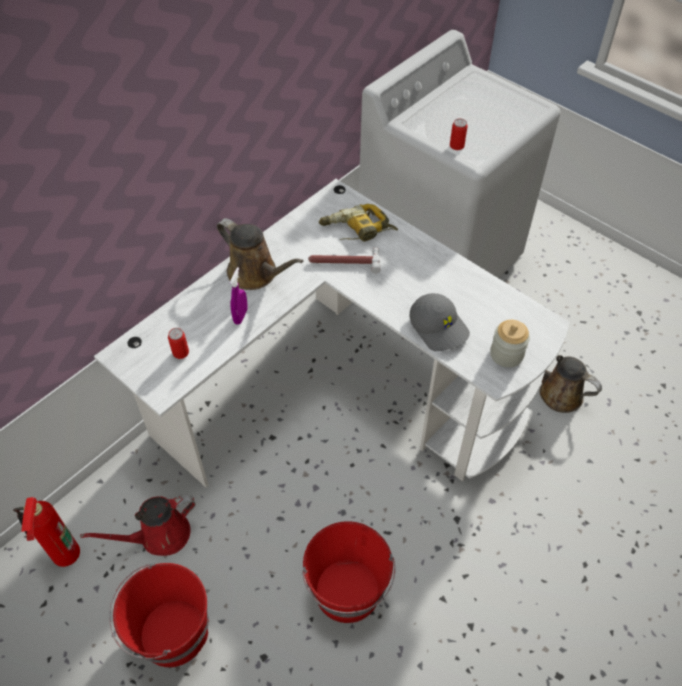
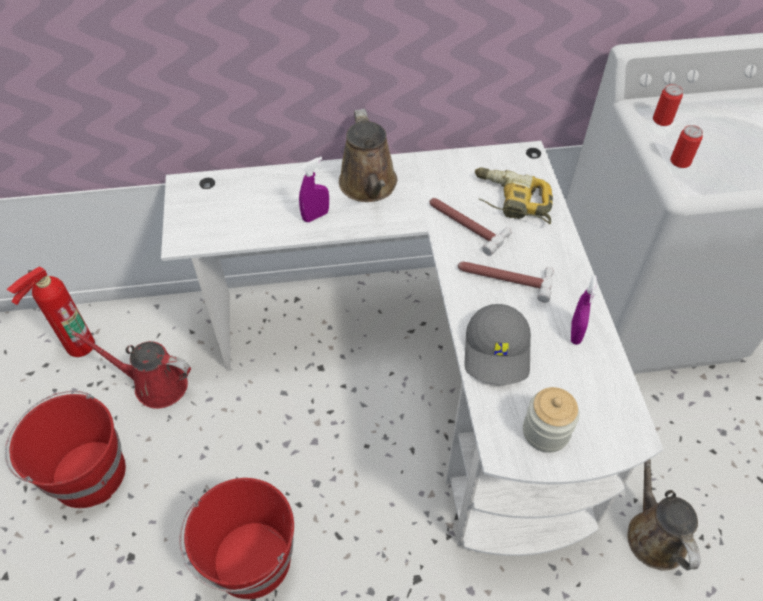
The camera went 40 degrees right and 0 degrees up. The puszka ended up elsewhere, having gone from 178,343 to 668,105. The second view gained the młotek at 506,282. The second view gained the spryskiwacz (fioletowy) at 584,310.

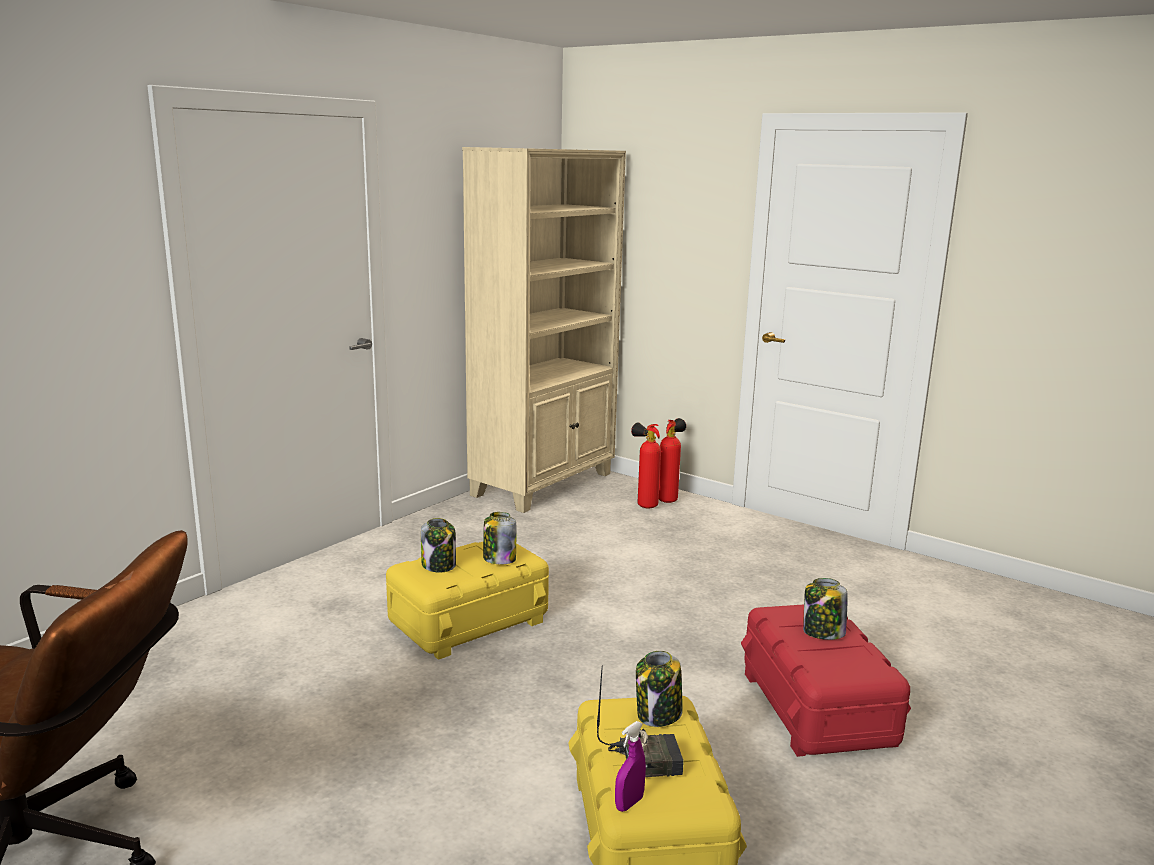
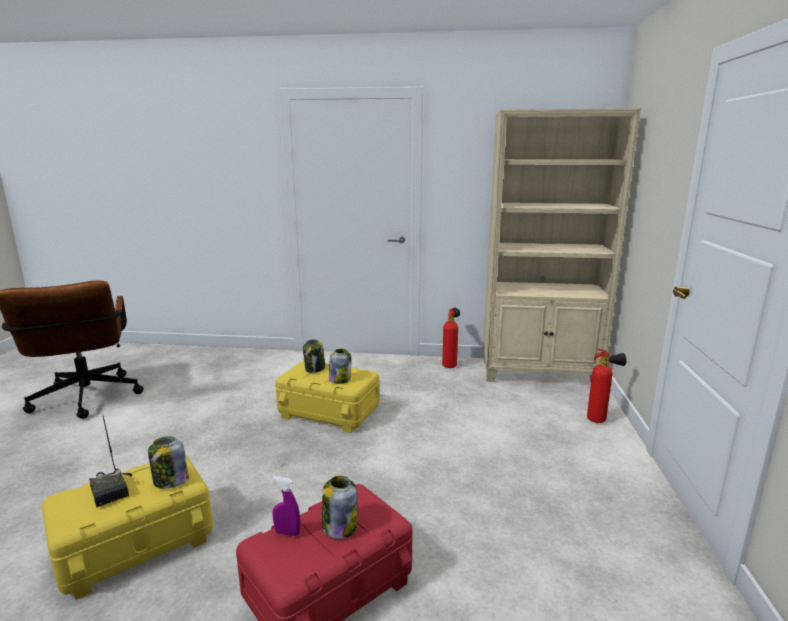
The camera went 60 degrees right and 0 degrees up. The gaśnica ended up elsewhere, having gone from 646,465 to 451,338. The spryskiwacz (fioletowy) ended up elsewhere, having gone from 630,766 to 286,506.

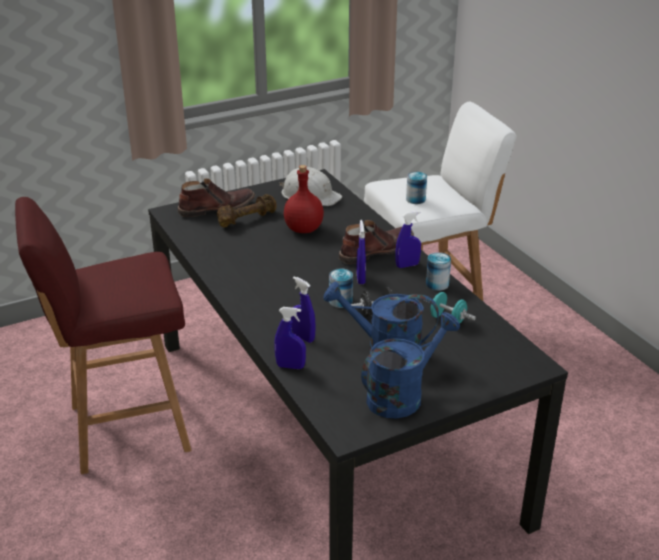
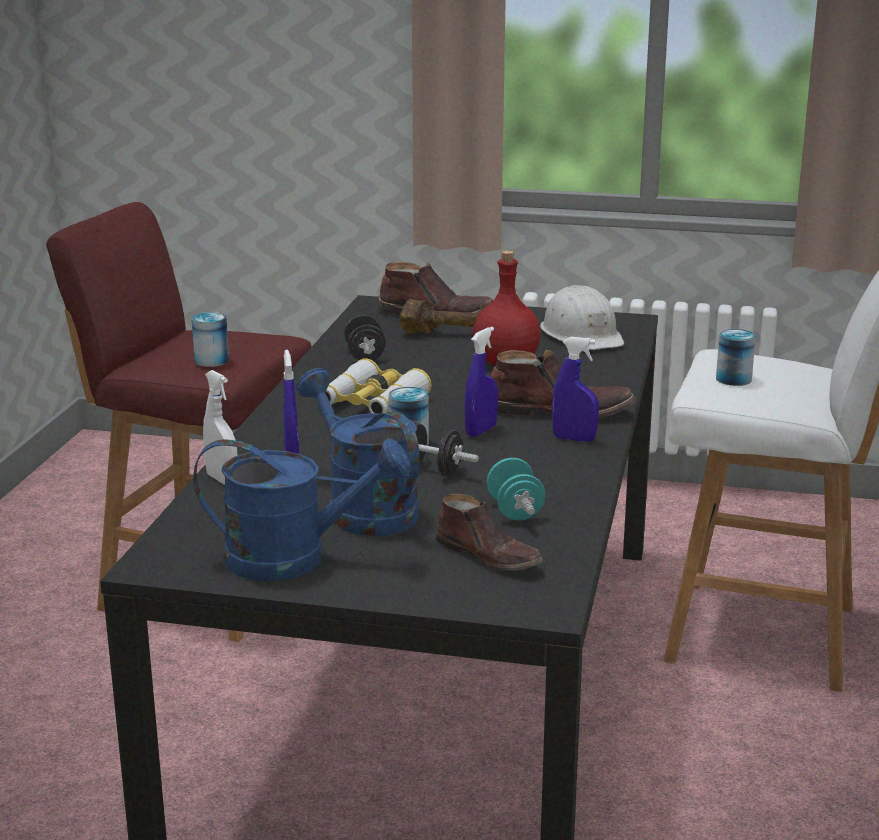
The camera went 40 degrees right and 10 degrees down. The puszka ended up elsewhere, having gone from 438,271 to 210,339. What was the spryskiwacz (niebieski) at 290,338 turned into the spryskiwacz (biały) at 220,427. The second view gained the hantel (czarny) at 365,337. The second view gained the lornetka at 379,386. The second view gained the but (brązowy) at 489,532.

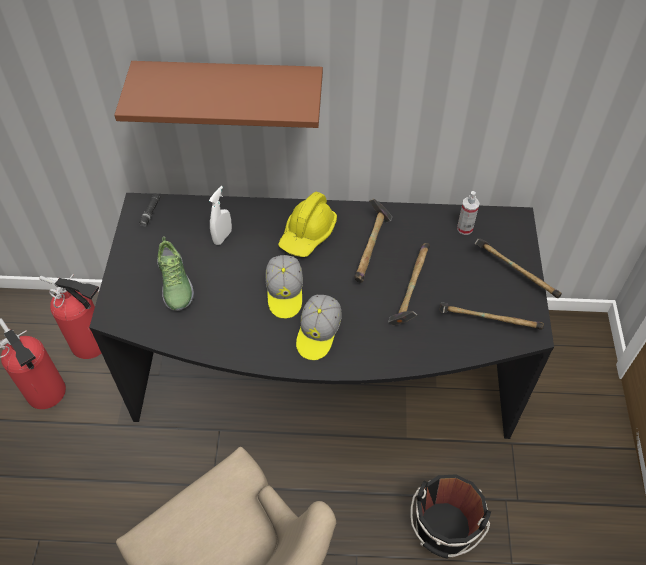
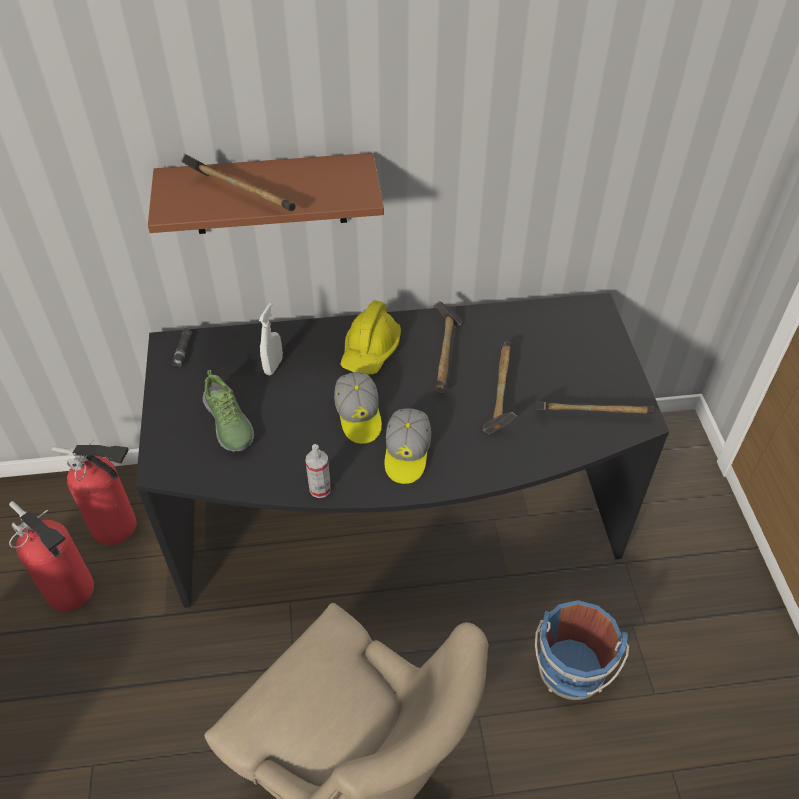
The camera went 10 degrees left and 5 degrees down. The spryskiwacz ended up elsewhere, having gone from 468,213 to 318,471. The młotek ended up elsewhere, having gone from 518,268 to 238,182. What was the wiadro (czarny) at 450,516 turned into the wiadro (niebieski) at 582,650.

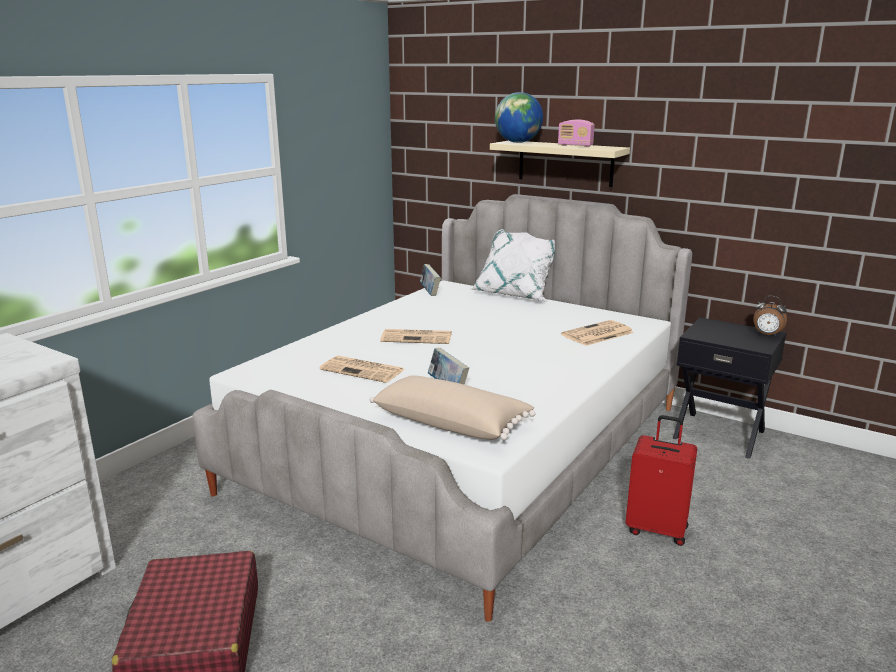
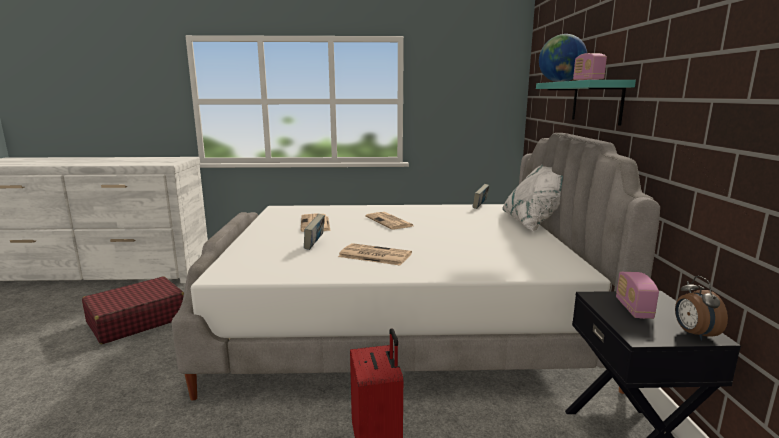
The camera went 55 degrees right and 5 degrees down. What was the półka (beżowy) at 560,164 turned into the półka (turkusowy) at 586,103. The gazeta ended up elsewhere, having gone from 597,333 to 375,254. The second view lost the poduszka (beżowy) at 453,407. The second view gained the radio at 637,295.

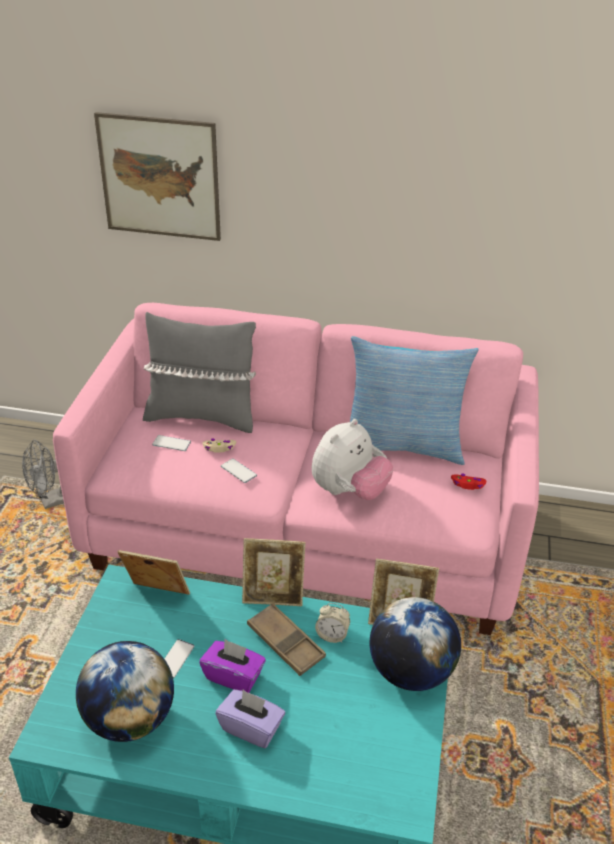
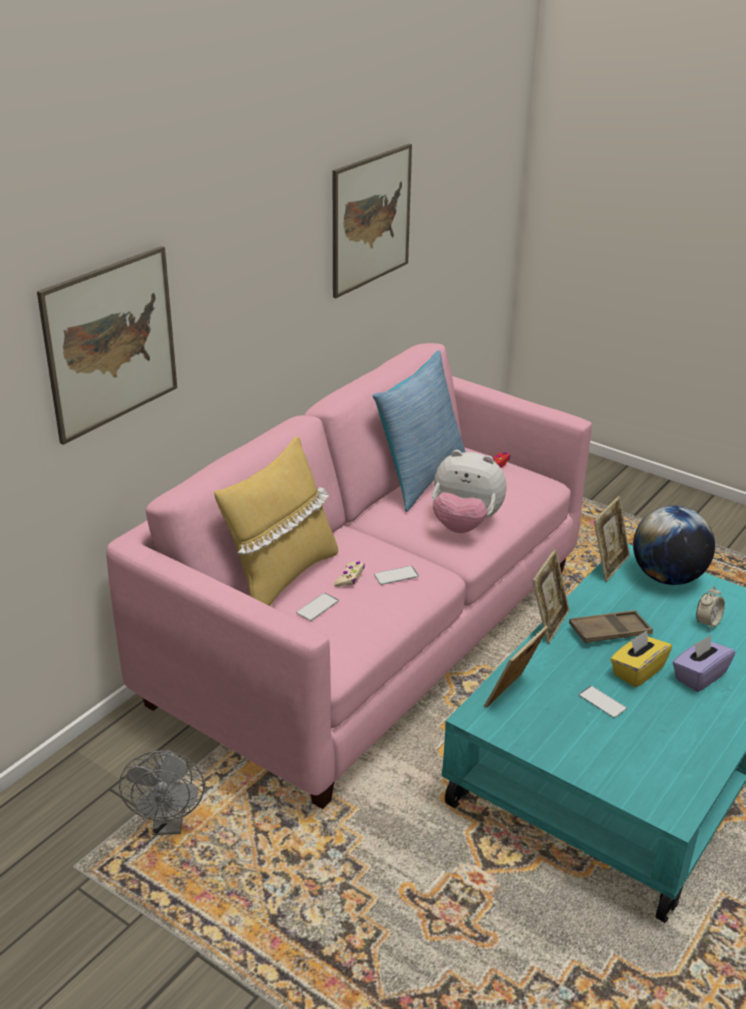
The camera went 65 degrees left and 5 degrees down. What was the poduszka (szary) at 199,372 turned into the poduszka (żółty) at 276,521. The pluszak at 352,459 ended up facing another way, 135 degrees clockwise from before. The budzik ended up elsewhere, having gone from 332,623 to 710,608. What was the pudełko chusteczek (fioletowy) at 233,666 turned into the pudełko chusteczek (żółty) at 641,658. The second view lost the globus at 125,691. The second view gained the obraz at 372,221.

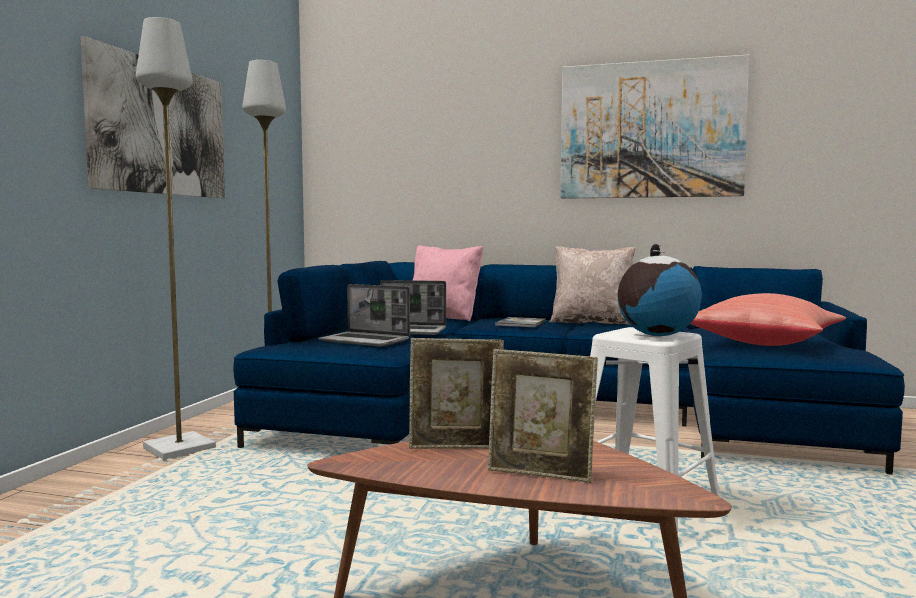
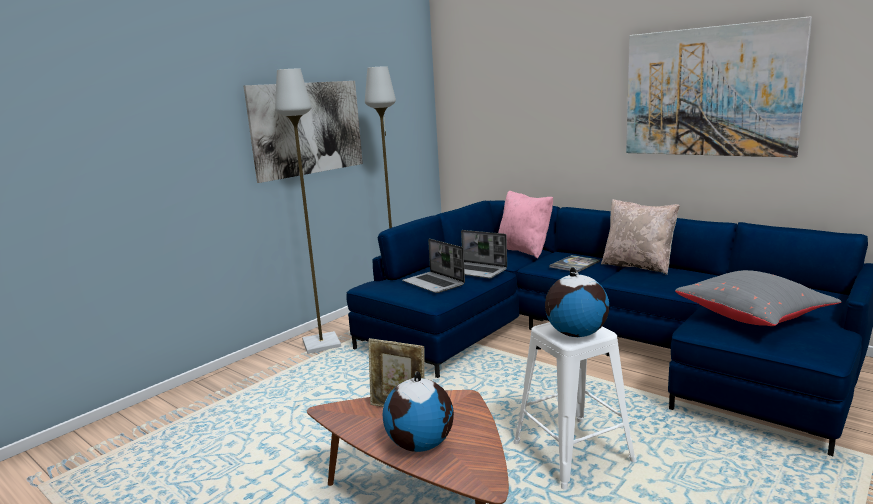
The camera went 25 degrees right and 10 degrees up. What was the poduszka (czerwony) at 768,319 turned into the poduszka (szary) at 758,298. Where the ramka na zdjęcie stood at 543,416, the globus came to stand at 418,411.

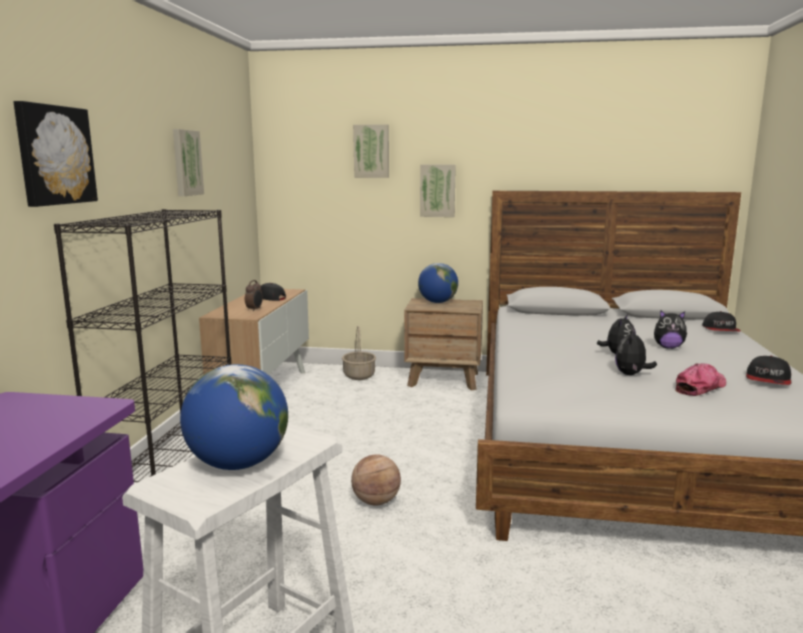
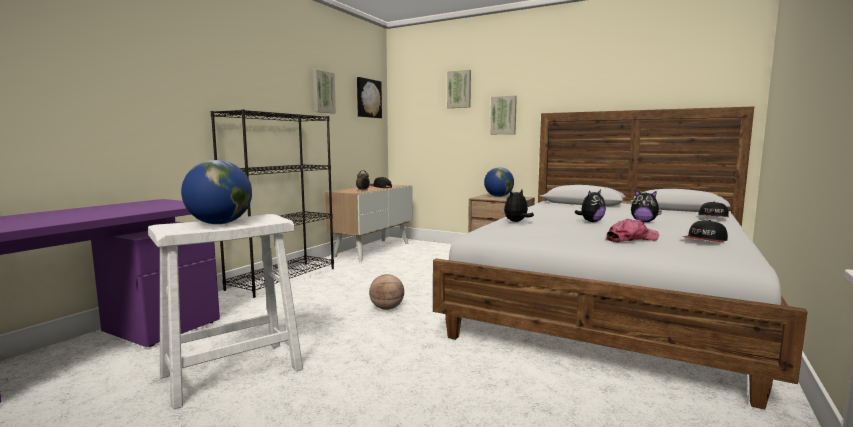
The camera went 20 degrees right and 5 degrees down. The obraz ended up elsewhere, having gone from 55,154 to 369,97. The second view lost the koszyk at 359,353. The pluszak ended up elsewhere, having gone from 636,351 to 519,206.

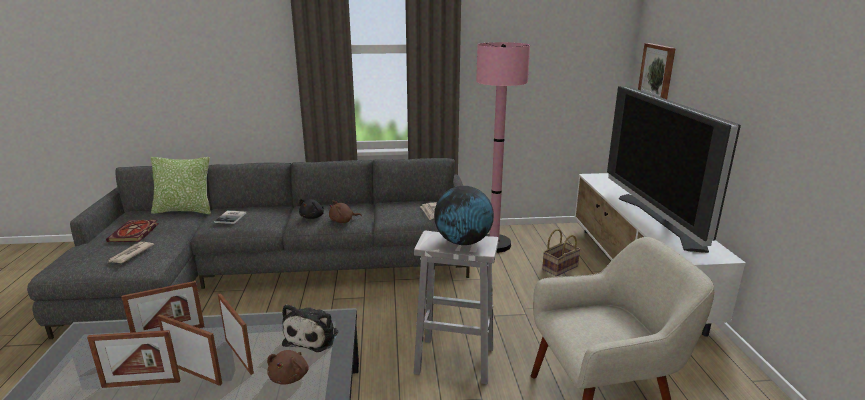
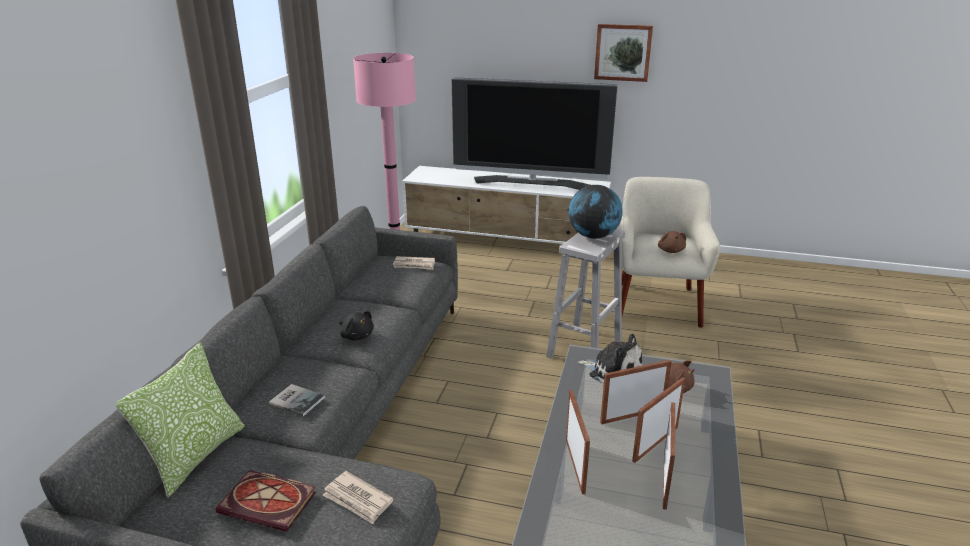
The camera went 70 degrees left and 5 degrees up. The obraz ended up elsewhere, having gone from 657,71 to 623,53. The pluszak (brązowy) ended up elsewhere, having gone from 345,211 to 672,242. The second view lost the koszyk at 561,253.

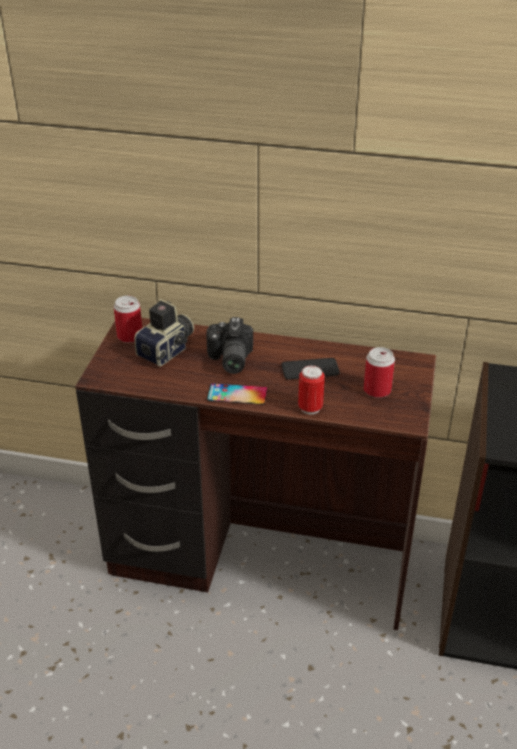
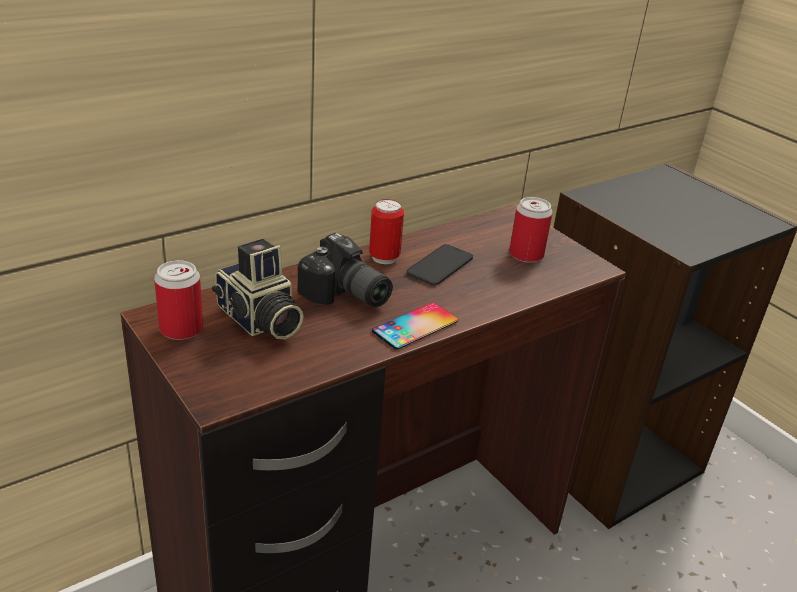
The camera went 50 degrees left and 5 degrees down. The aparat fotograficzny at 164,332 ended up facing another way, 150 degrees clockwise from before. The puszka ended up elsewhere, having gone from 311,390 to 386,231.

